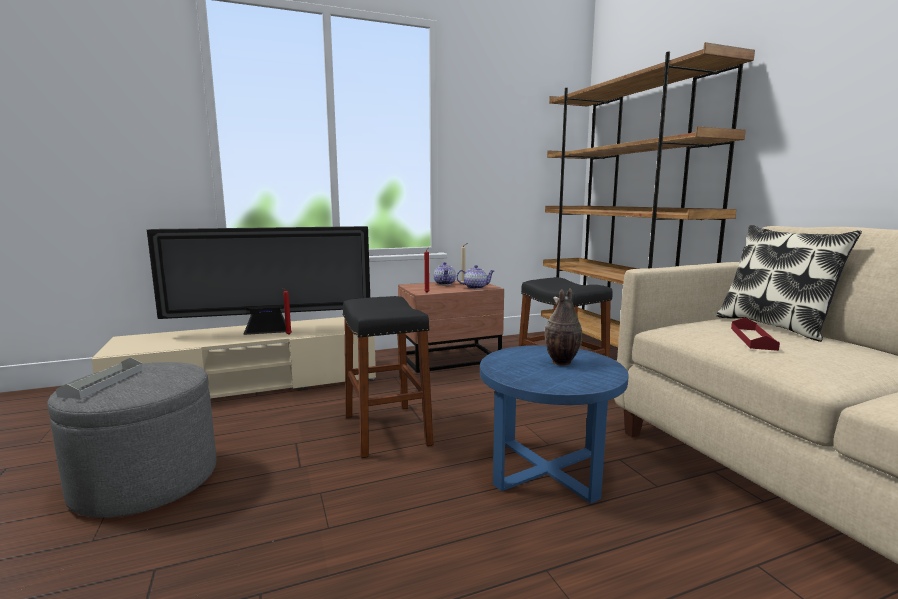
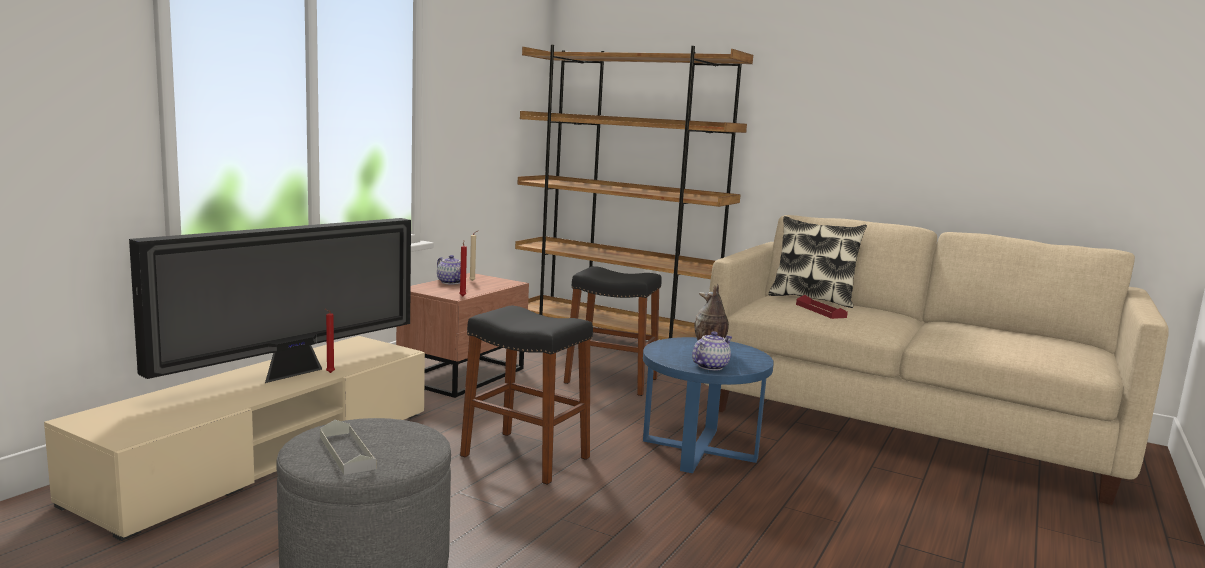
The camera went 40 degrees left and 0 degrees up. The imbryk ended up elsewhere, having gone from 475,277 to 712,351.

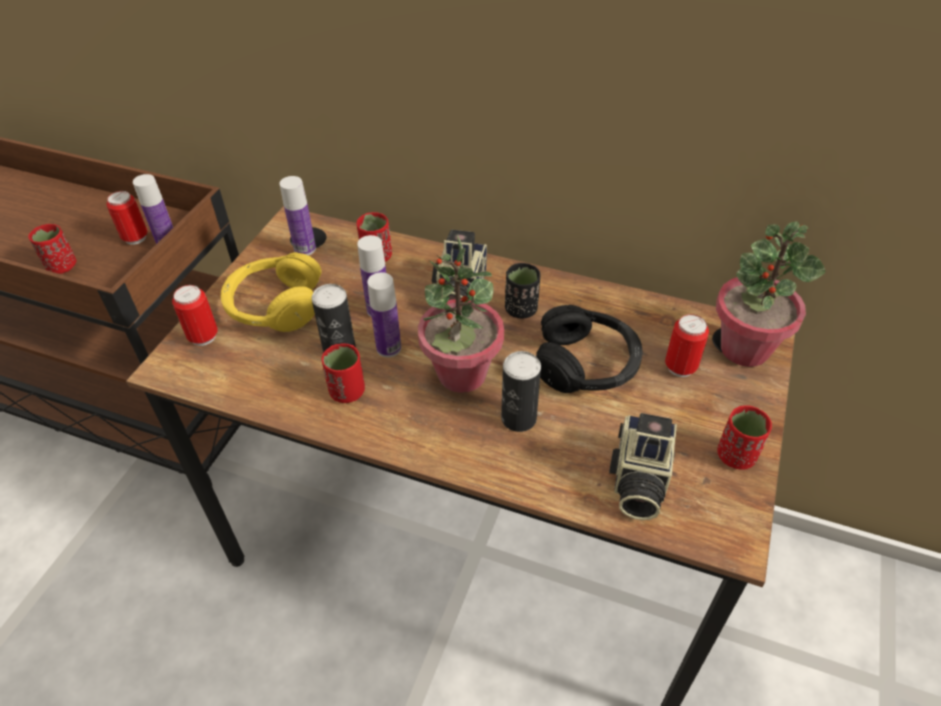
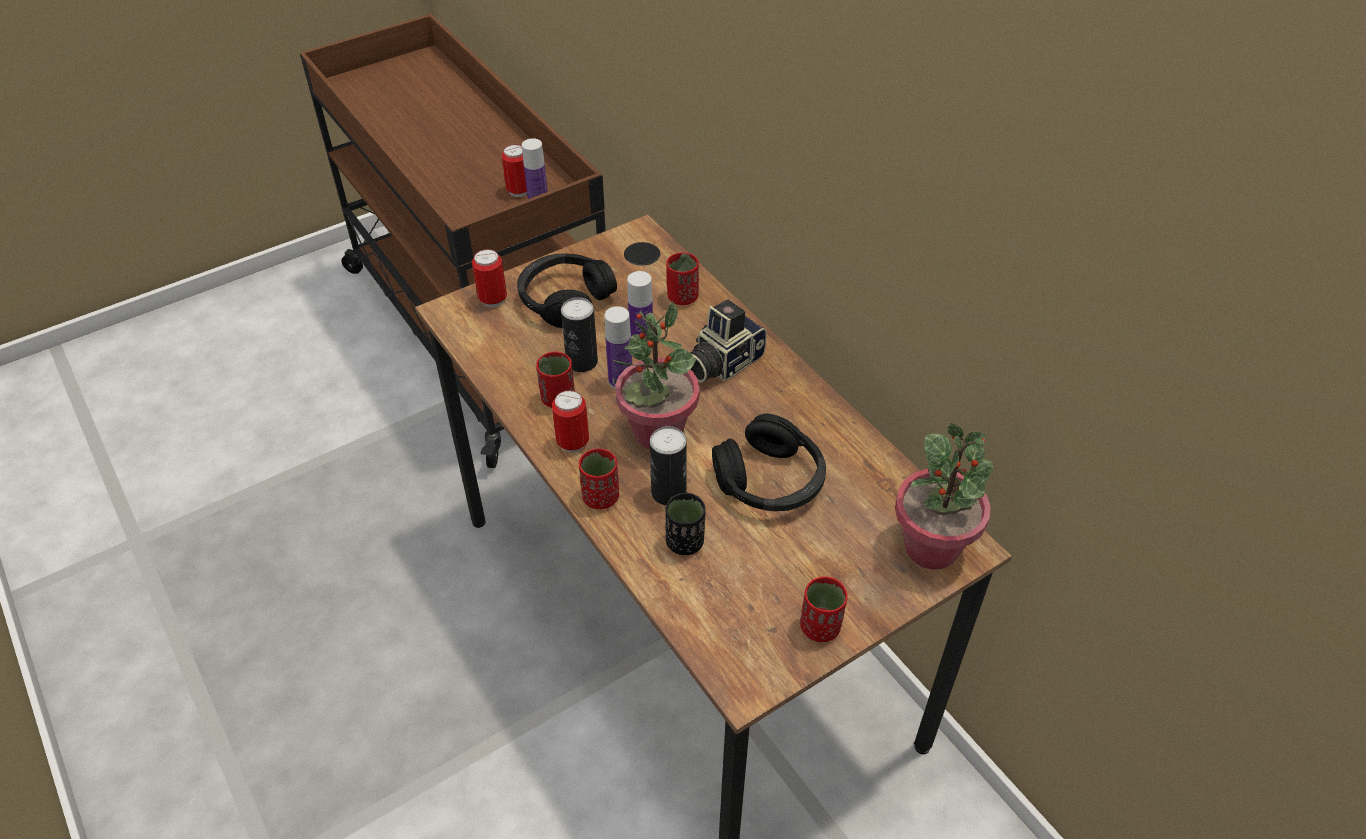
The camera went 35 degrees right and 0 degrees up. The second view lost the butelka at 297,215. The filiżanka (czerwony) ended up elsewhere, having gone from 52,249 to 599,479. What was the słuchawki (żółty) at 271,292 turned into the słuchawki (czarny) at 567,290. The filiżanka (czarny) ended up elsewhere, having gone from 522,290 to 685,524. The puszka ended up elsewhere, having gone from 687,345 to 570,421. The second view lost the aparat fotograficzny at 643,466.

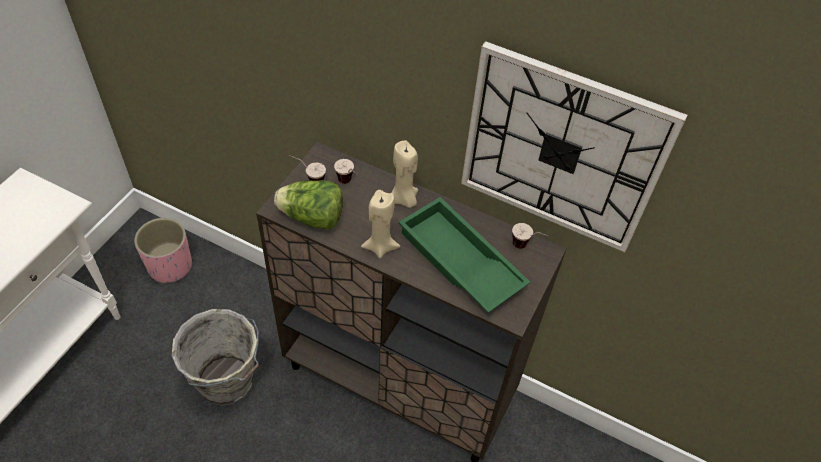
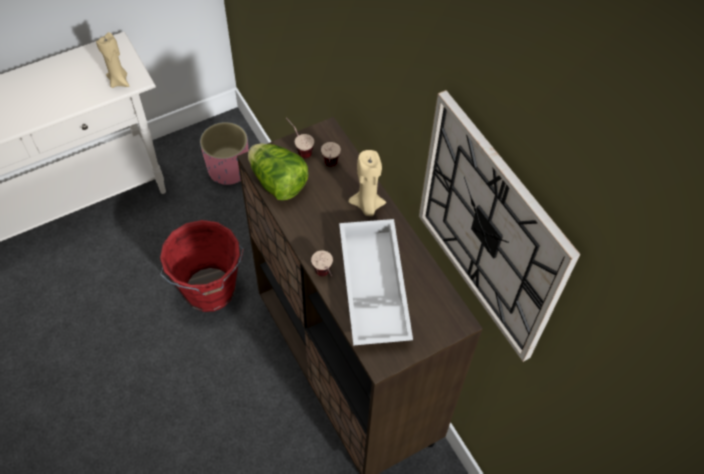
The camera went 35 degrees right and 5 degrees up. The świeca (beżowy) ended up elsewhere, having gone from 380,224 to 112,60. What was the taca (zielony) at 465,255 turned into the taca (biały) at 376,282. The filiżanka ended up elsewhere, having gone from 531,236 to 322,263. What was the wiadro (szary) at 215,357 turned into the wiadro (czerwony) at 202,266.

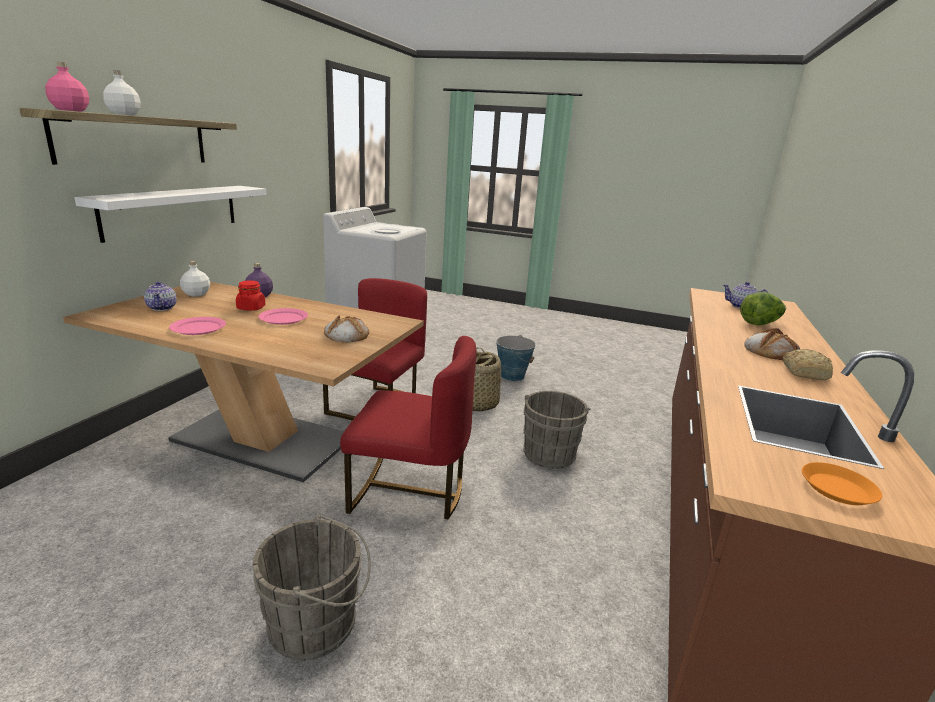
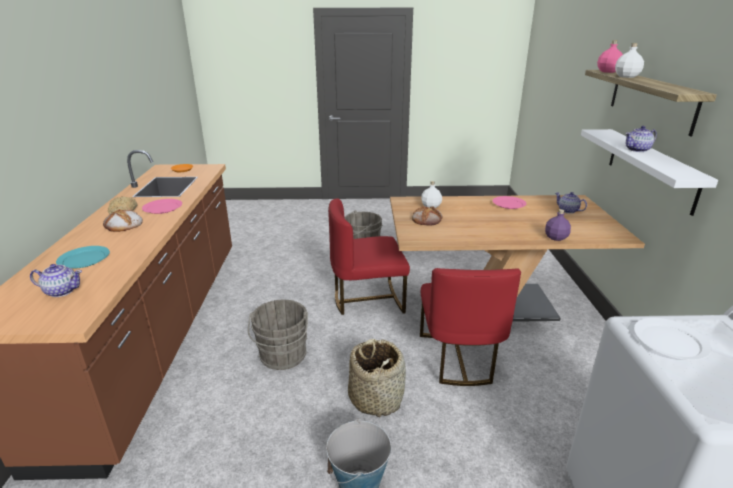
The camera went 160 degrees right and 5 degrees up. The butelka (biały) ended up elsewhere, having gone from 195,279 to 431,194. The second view lost the słoik (czerwony) at 251,295. Where the sałata stood at 763,308, the talerz (turkusowy) came to stand at 83,257. The talerz (różowy) ended up elsewhere, having gone from 283,316 to 162,206. The second view gained the imbryk at 641,139.

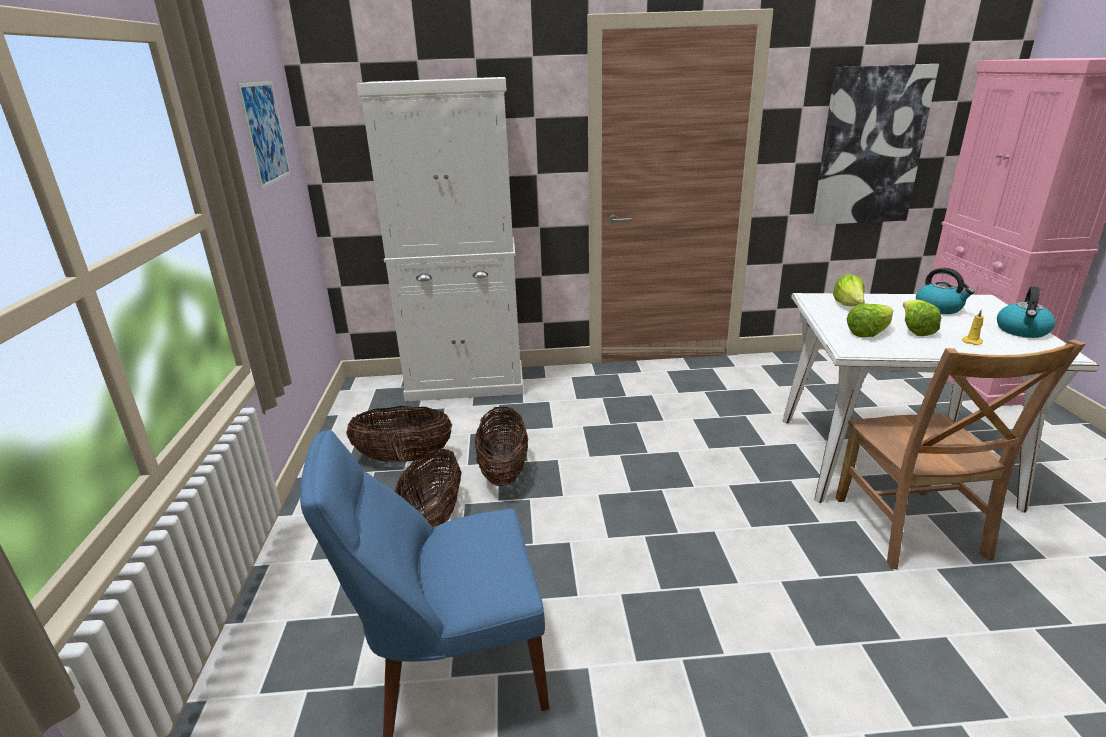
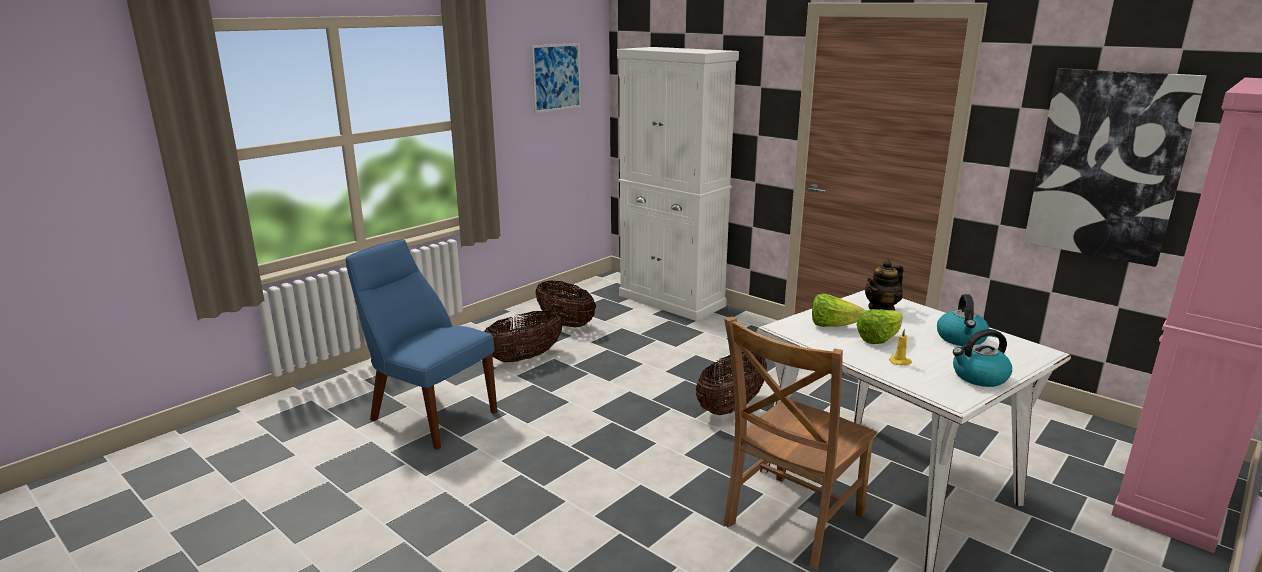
The camera went 45 degrees right and 5 degrees down. Where the sałata stood at 849,290, the imbryk came to stand at 884,285. The koszyk ended up elsewhere, having gone from 501,446 to 731,383.

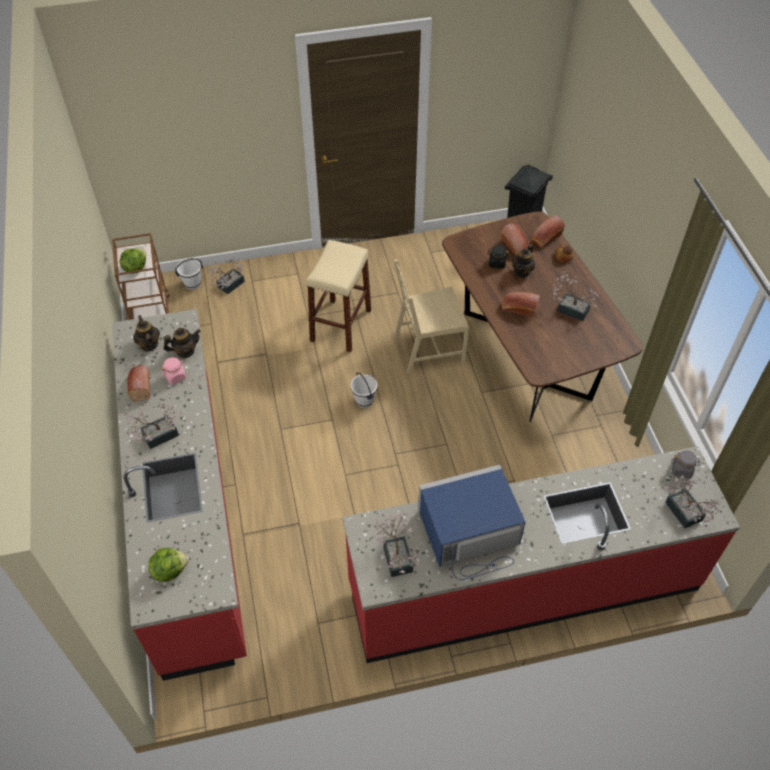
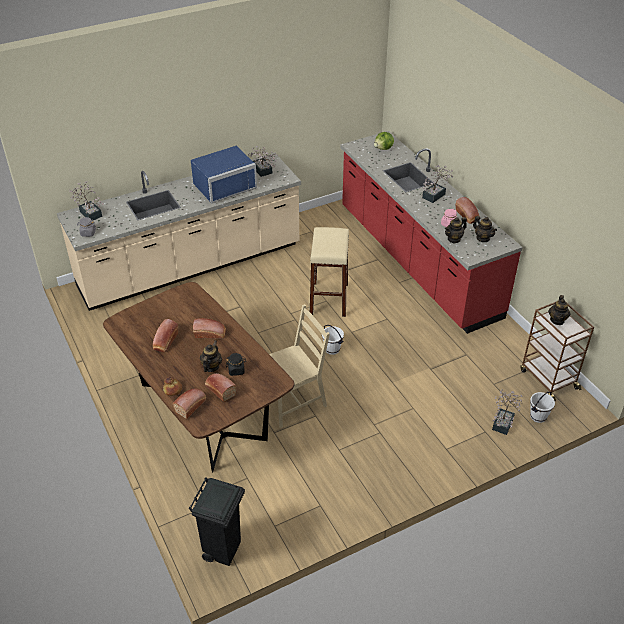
The camera went 165 degrees right and 10 degrees down. The stołek (beżowy) ended up elsewhere, having gone from 338,296 to 329,272. Where the sałata stood at 132,261, the imbryk came to stand at 559,310. Where the roślina doniczkowa stood at 575,295, the chleb came to stand at 165,335. What was the zabudowa kuchenna (czerwony) at 541,554 turned into the zabudowa kuchenna (beżowy) at 179,232.

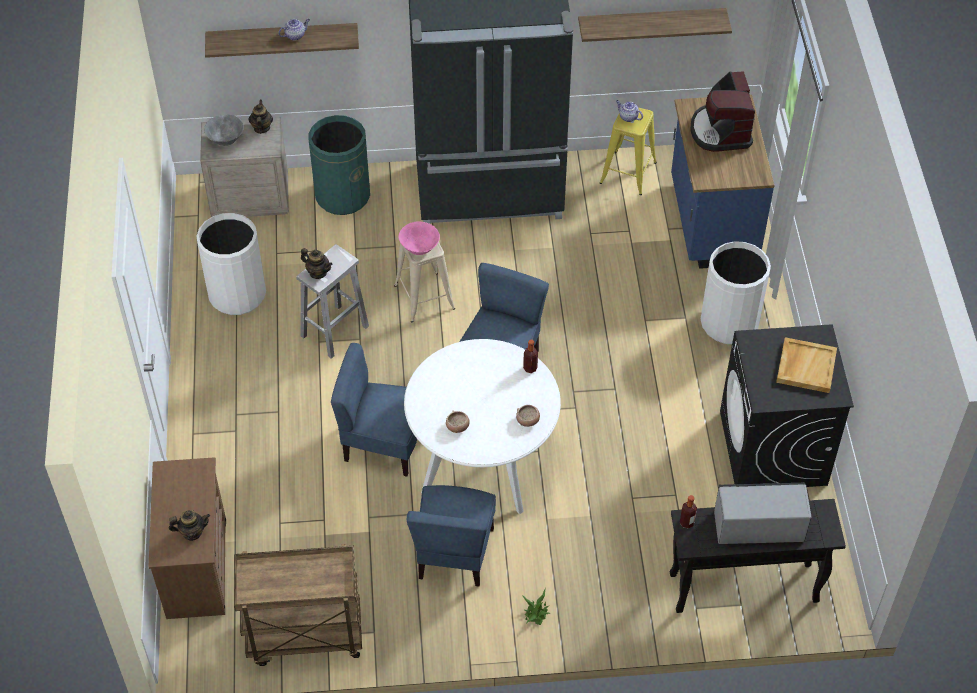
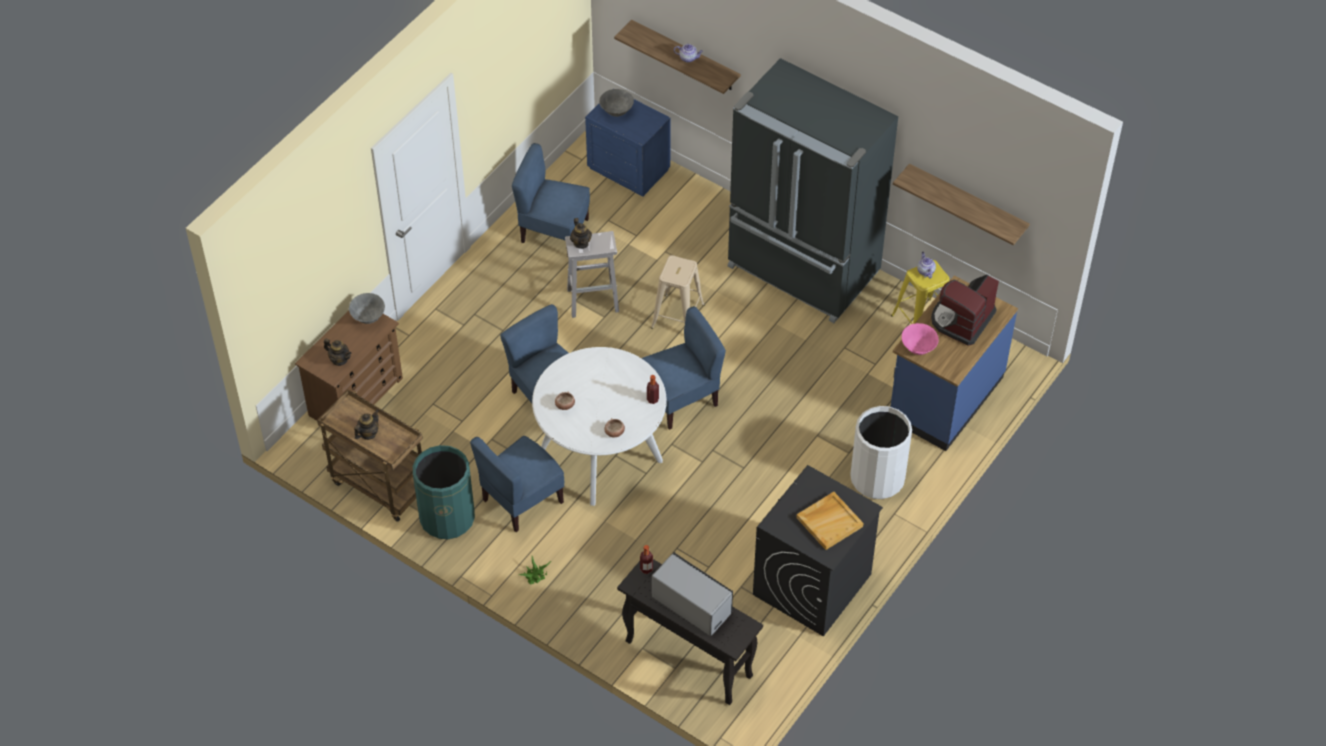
The camera went 40 degrees right and 0 degrees up. The imbryk ended up elsewhere, having gone from 261,117 to 366,425. The kosz na śmieci (zielony) ended up elsewhere, having gone from 339,165 to 444,492. What was the szafka nocna (beżowy) at 244,167 turned into the szafka nocna (niebieski) at 628,148. Where the kosz na śmieci (biały) stood at 231,264, the krzesło (niebieski) came to stand at 551,199. The miska (różowy) ended up elsewhere, having gone from 419,238 to 920,339. The second view gained the miska (szary) at 367,308.

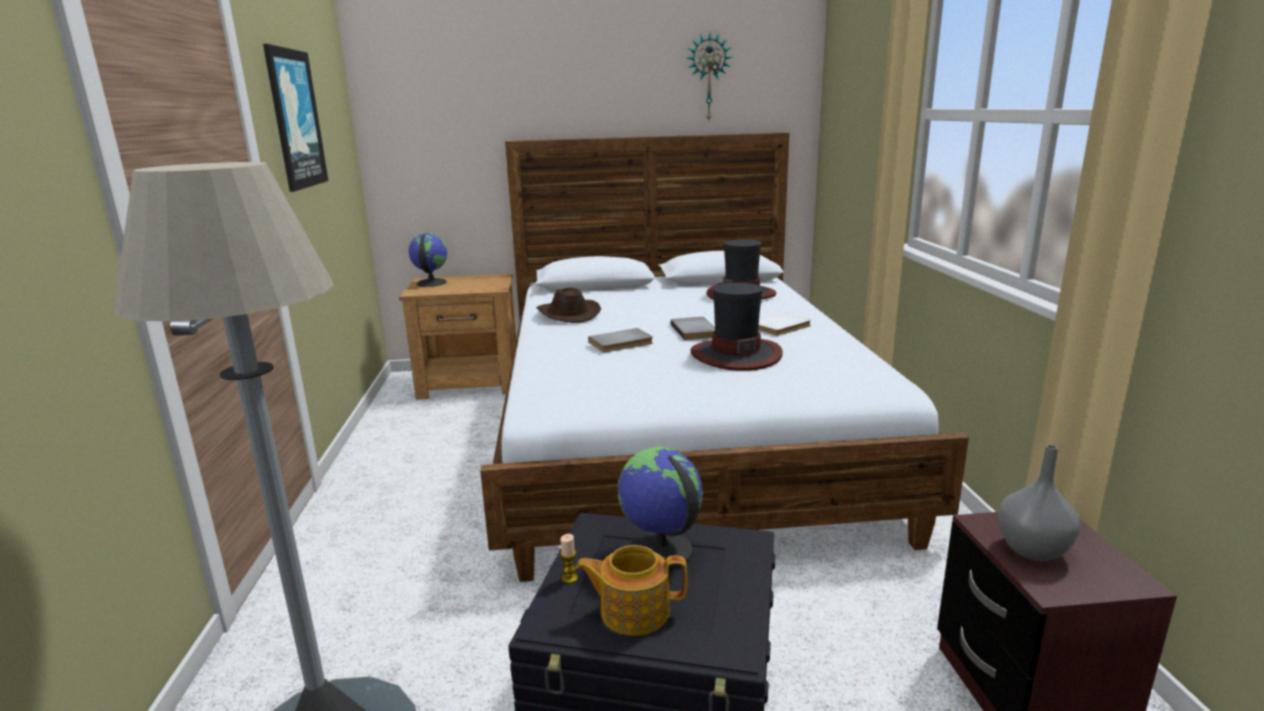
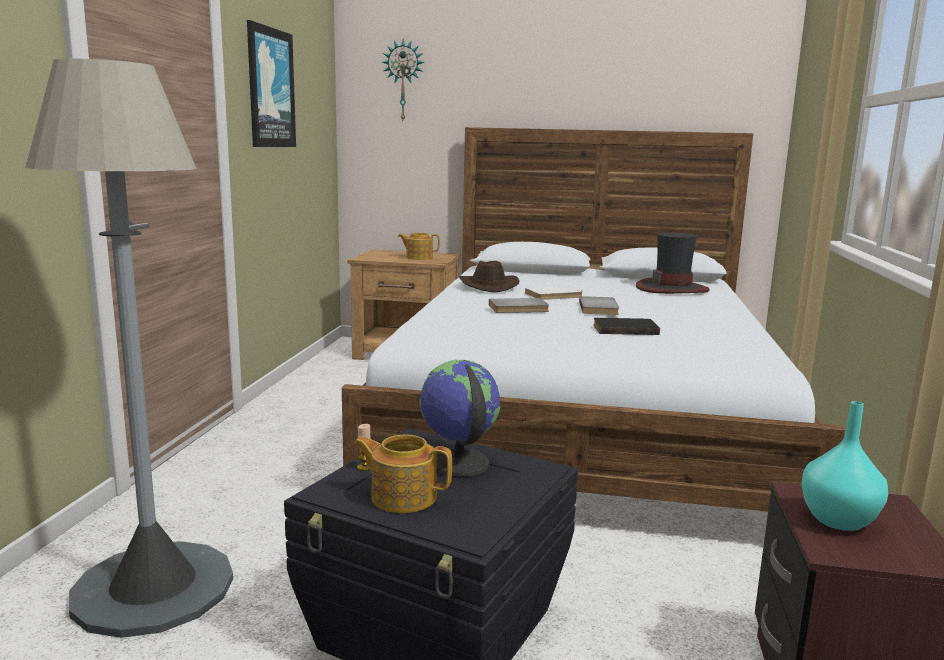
The camera went 15 degrees right and 5 degrees down. The zegar ścienny ended up elsewhere, having gone from 709,76 to 403,80. The second view lost the globus at 427,260. Where the kapelusz stood at 736,327, the książka (czarny) came to stand at 626,326. The książka (biały) ended up elsewhere, having gone from 784,324 to 554,293. What was the wazon (szary) at 1039,503 turned into the wazon (turkusowy) at 844,466. The second view gained the imbryk at 419,246.

